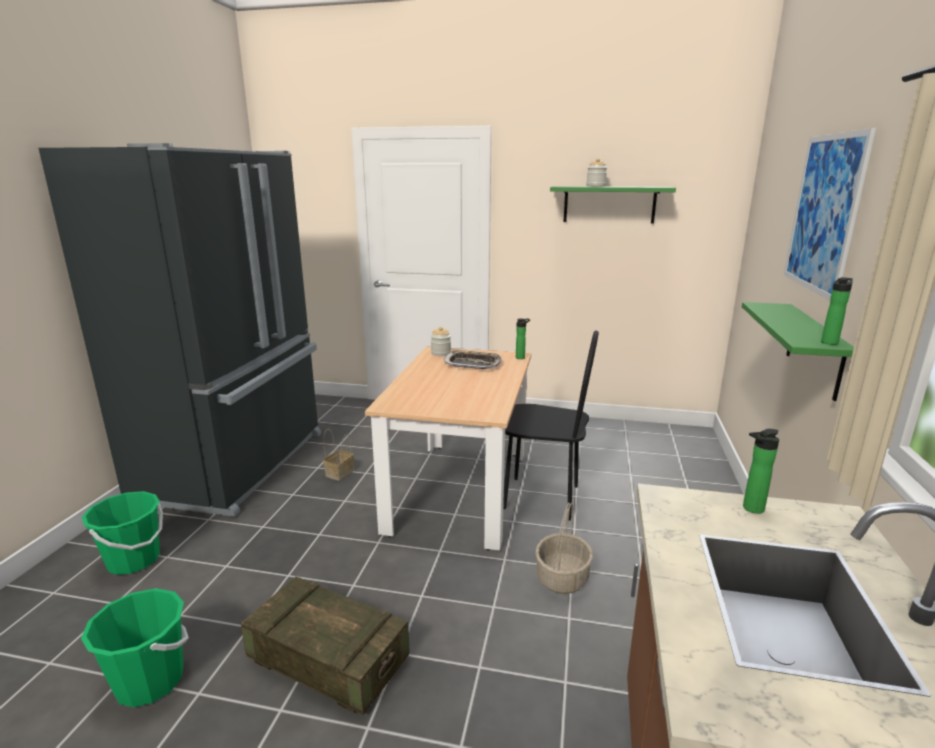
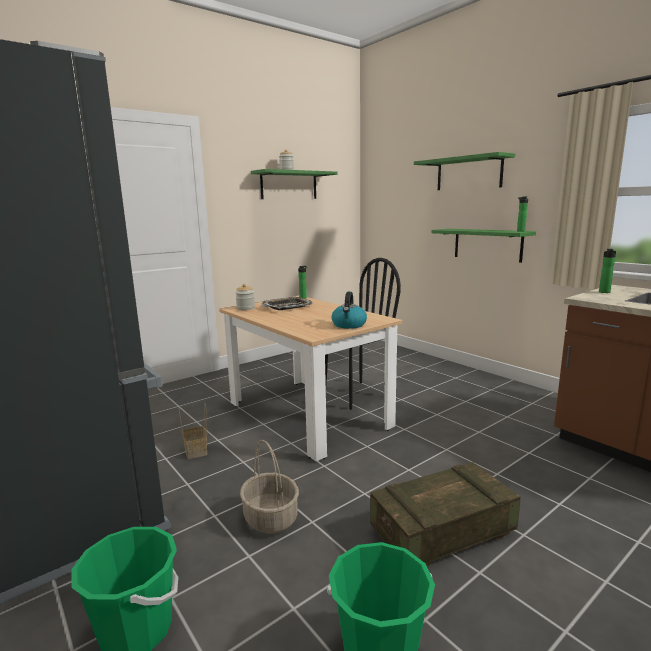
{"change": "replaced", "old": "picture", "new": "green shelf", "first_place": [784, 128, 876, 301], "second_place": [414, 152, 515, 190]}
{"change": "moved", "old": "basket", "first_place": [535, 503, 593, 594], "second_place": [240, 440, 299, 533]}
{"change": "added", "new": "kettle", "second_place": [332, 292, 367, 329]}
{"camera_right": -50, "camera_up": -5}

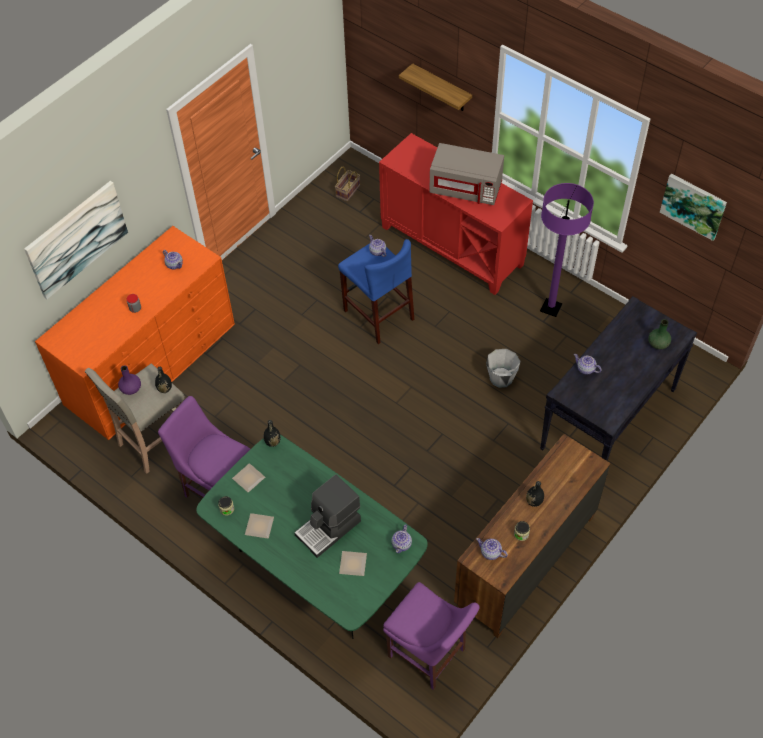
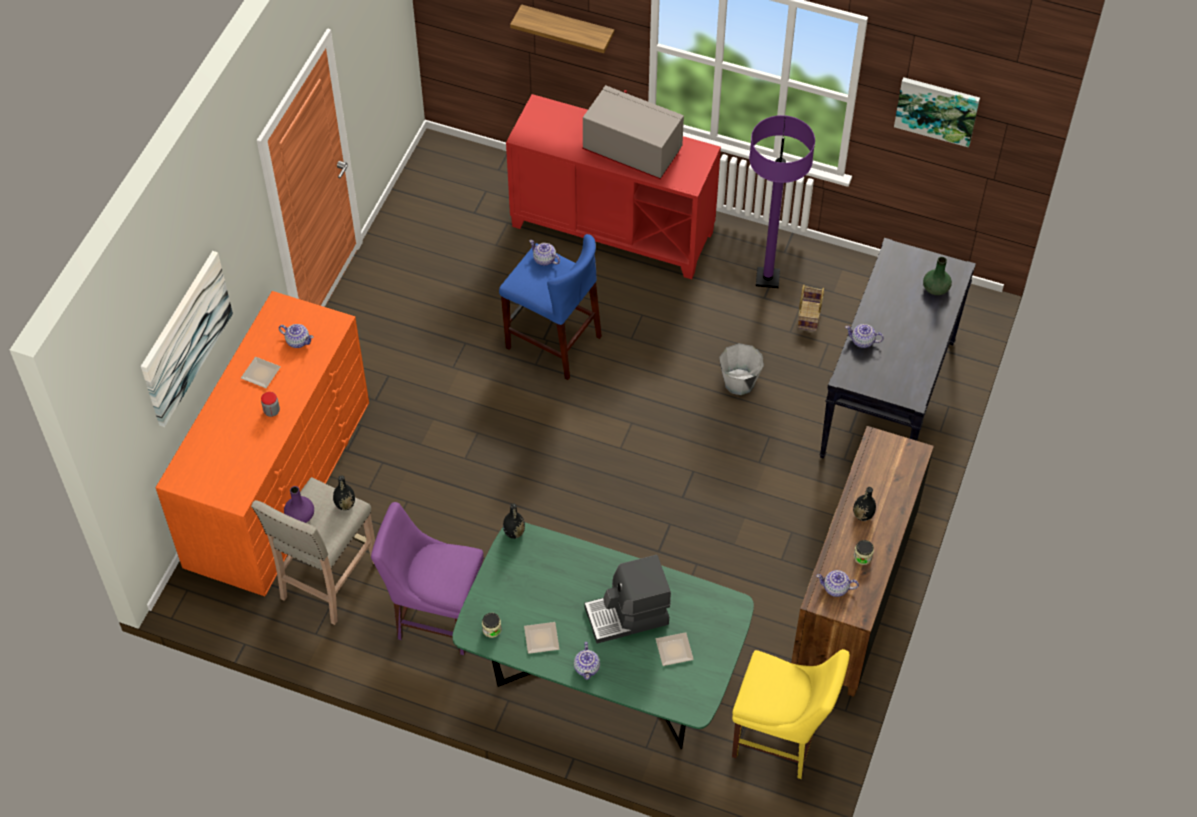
{"change": "turned", "old": "grey microwave", "first_place": [429, 143, 504, 205], "second_place": [582, 85, 684, 179], "degrees": -150}
{"change": "moved", "old": "basket", "first_place": [335, 166, 360, 201], "second_place": [797, 285, 824, 331]}
{"change": "moved", "old": "plate", "first_place": [232, 463, 265, 493], "second_place": [241, 357, 281, 388]}
{"change": "turned", "old": "coffee machine", "first_place": [294, 474, 361, 558], "second_place": [584, 555, 671, 643], "degrees": 45}
{"change": "moved", "old": "teapot", "first_place": [391, 524, 412, 553], "second_place": [574, 642, 600, 680]}
{"change": "recoloured", "old": "purple chair", "new": "yellow chair", "first_place": [383, 582, 480, 690], "second_place": [732, 649, 850, 779]}
{"camera_right": -20, "camera_up": 0}

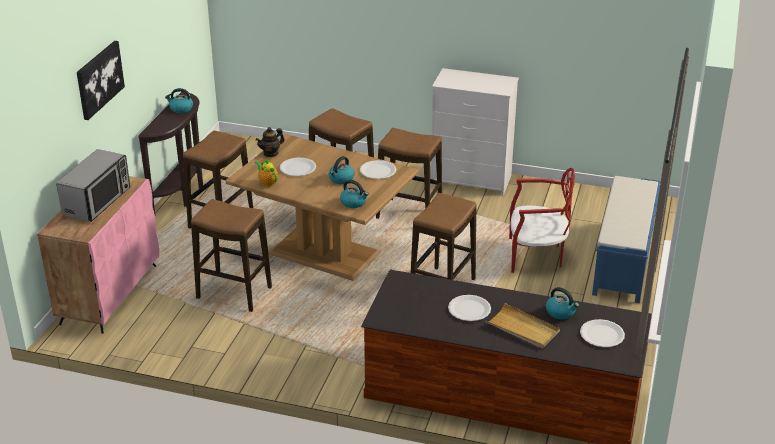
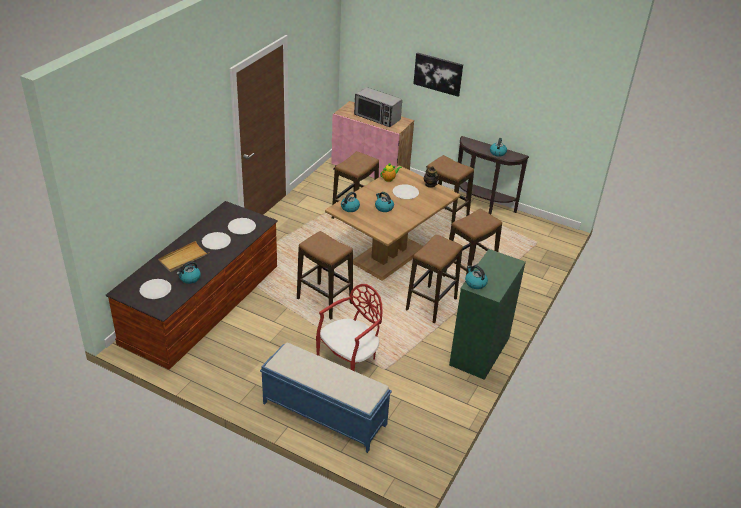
{"change": "recoloured", "old": "white dresser", "new": "green dresser", "first_place": [430, 68, 519, 196], "second_place": [449, 249, 526, 380]}
{"change": "moved", "old": "white plate", "first_place": [360, 160, 396, 179], "second_place": [228, 218, 256, 235]}
{"change": "turned", "old": "red chair", "first_place": [509, 168, 575, 273], "second_place": [316, 284, 382, 371], "degrees": -150}
{"change": "added", "new": "kettle", "second_place": [465, 265, 488, 289]}
{"camera_right": 100, "camera_up": 5}

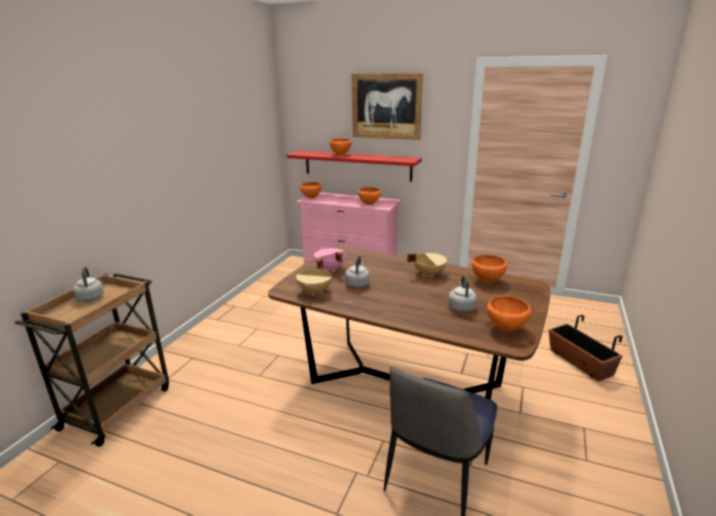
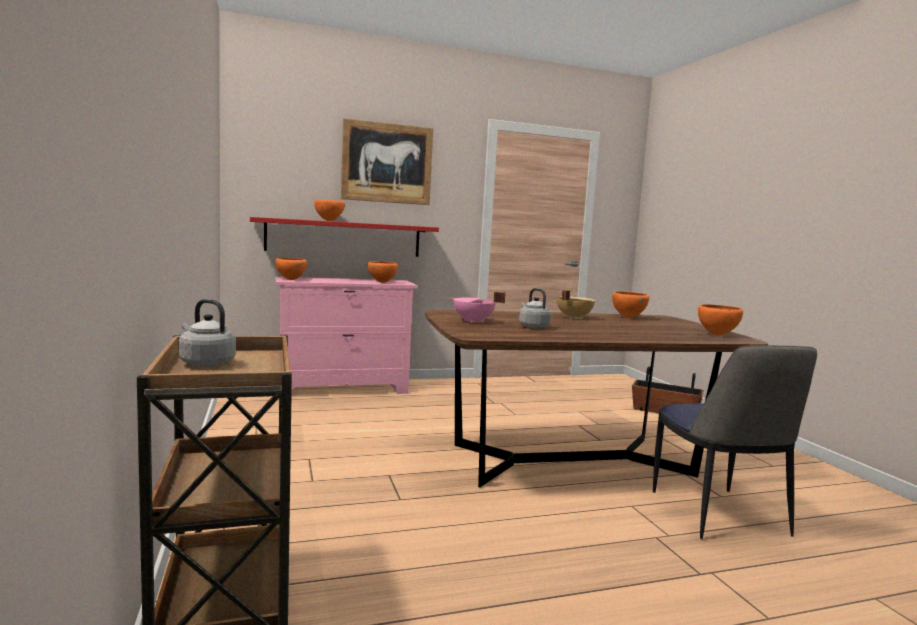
{"change": "removed", "old": "beige cooking pot", "first_place": [296, 258, 332, 296]}
{"change": "removed", "old": "grey kettle", "first_place": [448, 276, 477, 312]}
{"camera_right": -40, "camera_up": -15}

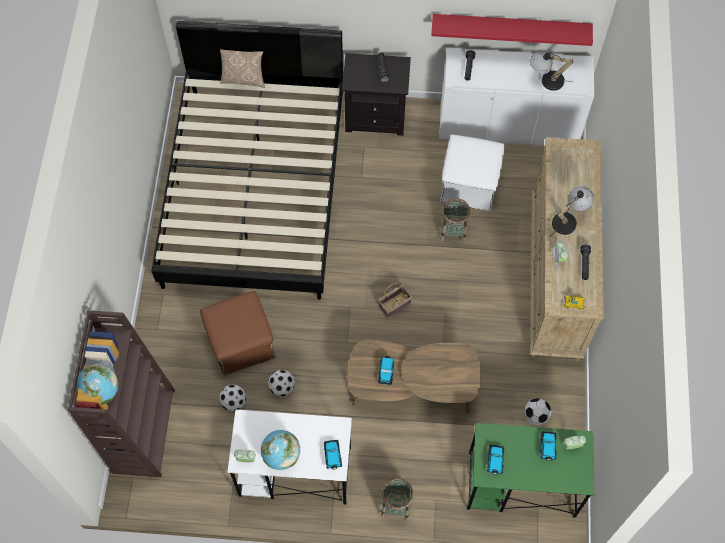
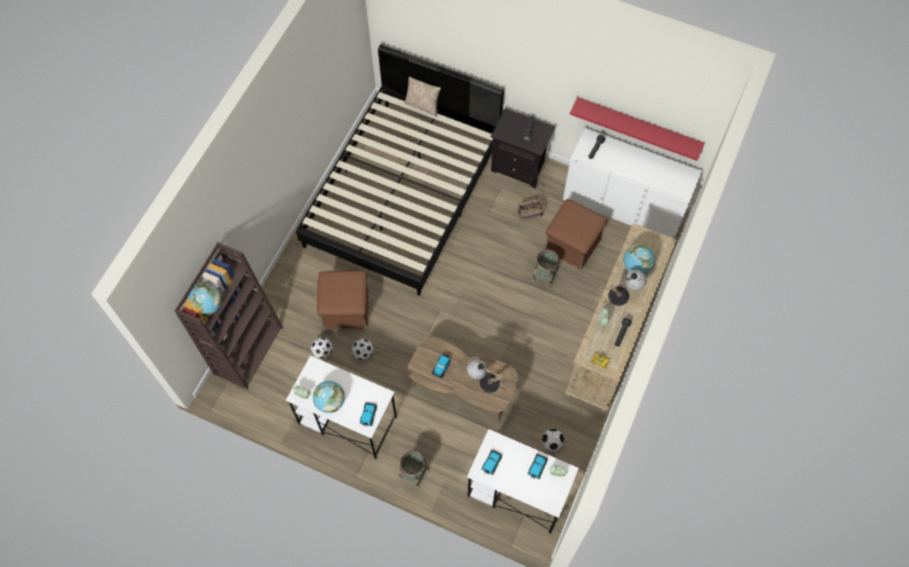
{"change": "moved", "old": "table lamp", "first_place": [530, 52, 573, 91], "second_place": [467, 359, 506, 393]}
{"change": "recoloured", "old": "white ottoman", "new": "brown ottoman", "first_place": [440, 135, 505, 211], "second_place": [544, 199, 607, 270]}
{"change": "moved", "old": "basket", "first_place": [378, 283, 412, 318], "second_place": [518, 194, 544, 221]}
{"change": "recoloured", "old": "green desk", "new": "white desk", "first_place": [467, 423, 594, 518], "second_place": [467, 429, 579, 533]}
{"change": "added", "new": "globe", "second_place": [623, 244, 655, 274]}
{"camera_right": 20, "camera_up": 0}

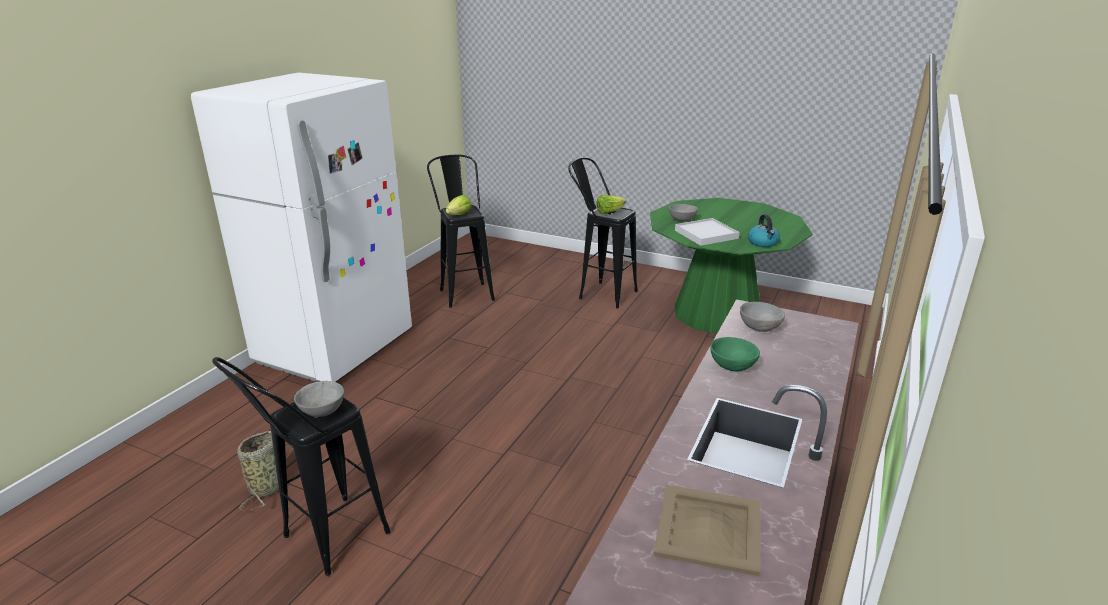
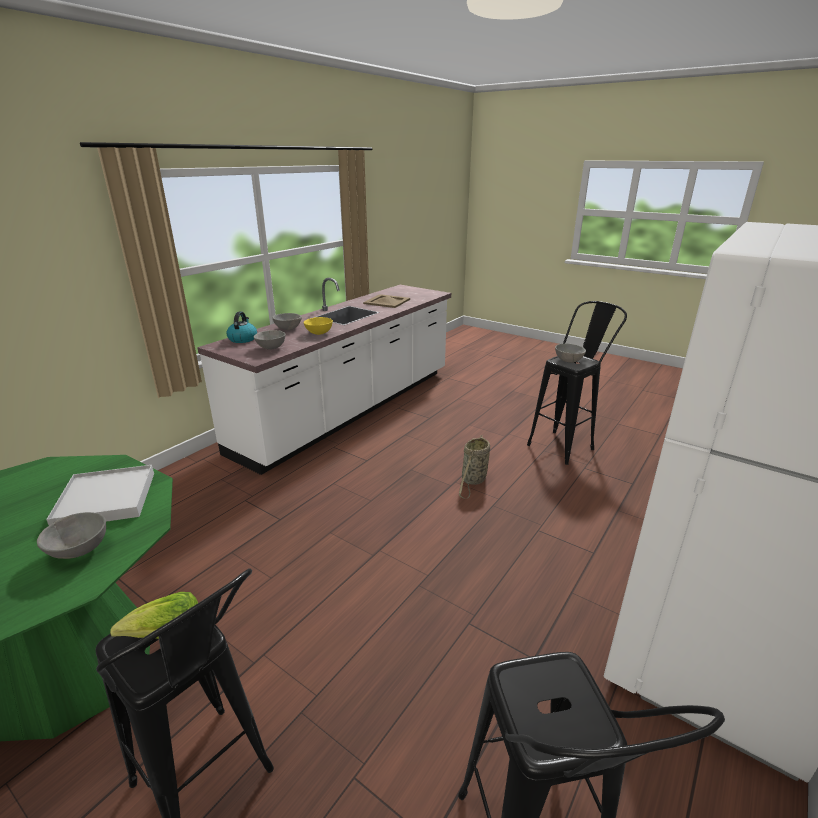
{"change": "removed", "old": "lettuce", "first_place": [446, 195, 472, 215]}
{"change": "moved", "old": "kettle", "first_place": [748, 214, 780, 247], "second_place": [226, 312, 257, 343]}
{"change": "recoloured", "old": "green bowl", "new": "yellow bowl", "first_place": [710, 337, 760, 372], "second_place": [304, 317, 333, 335]}
{"change": "moved", "old": "basket", "first_place": [237, 431, 293, 511], "second_place": [459, 435, 490, 499]}
{"change": "added", "new": "grey bowl", "second_place": [272, 313, 302, 330]}
{"camera_right": -170, "camera_up": 0}

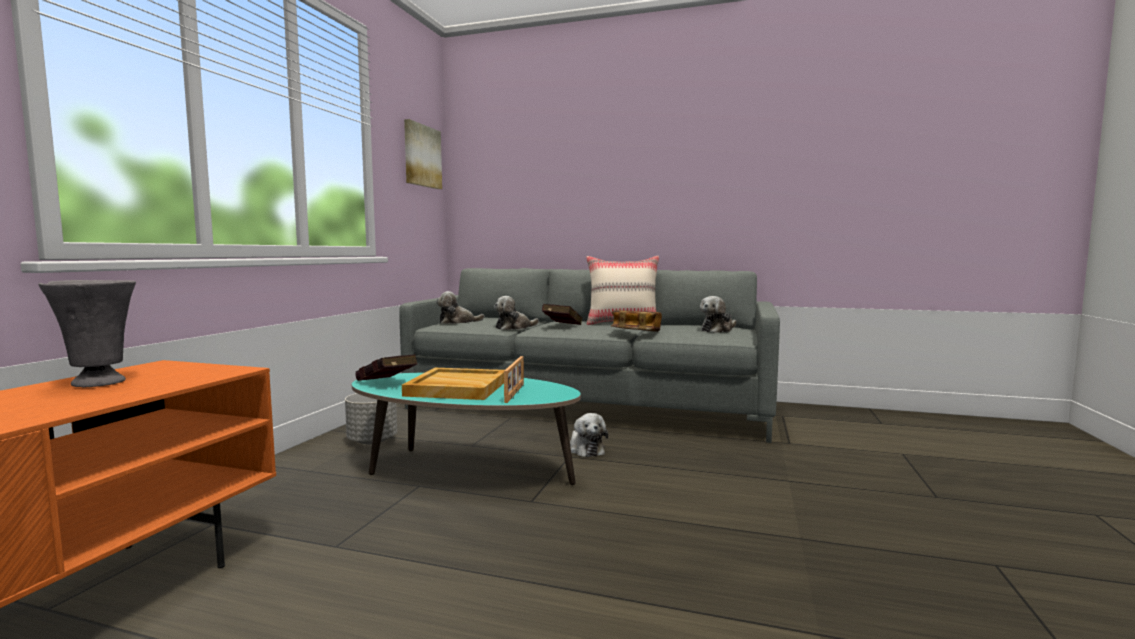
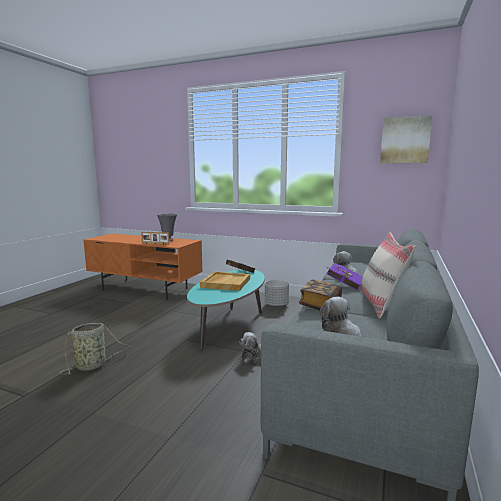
{"change": "removed", "old": "plush toy", "first_place": [436, 291, 485, 324]}
{"change": "recoloured", "old": "red book", "new": "purple book", "first_place": [542, 304, 582, 325], "second_place": [326, 263, 363, 290]}
{"change": "moved", "old": "picture frame", "first_place": [504, 356, 524, 403], "second_place": [141, 232, 170, 245]}
{"change": "added", "new": "basket", "second_place": [60, 323, 131, 374]}
{"camera_right": 95, "camera_up": 5}

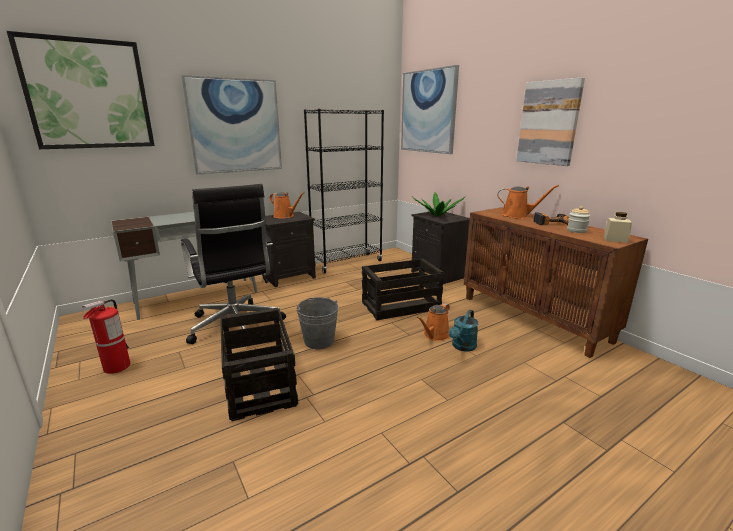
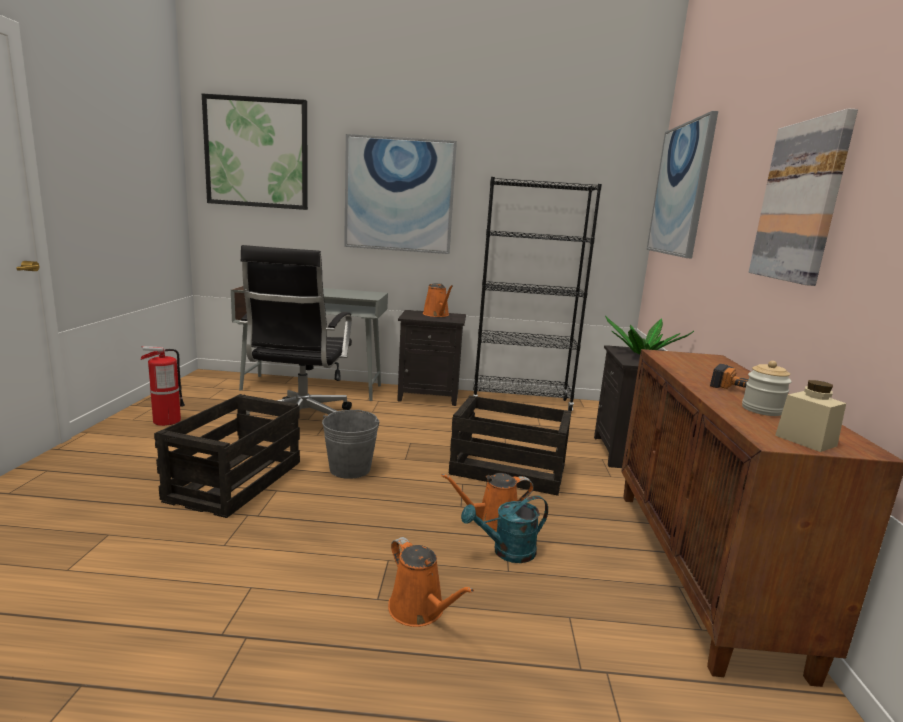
{"change": "moved", "old": "orange watering can", "first_place": [497, 185, 559, 219], "second_place": [388, 537, 474, 627]}
{"camera_right": 35, "camera_up": -5}

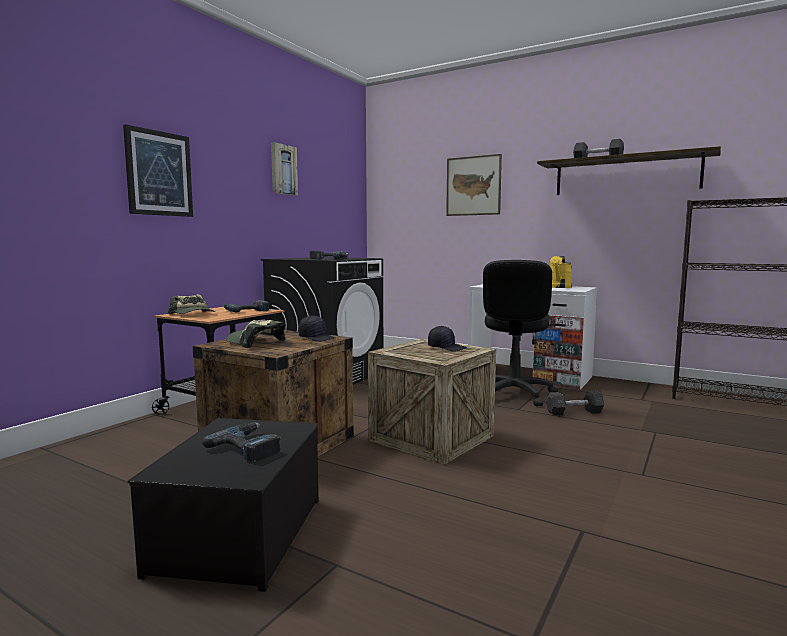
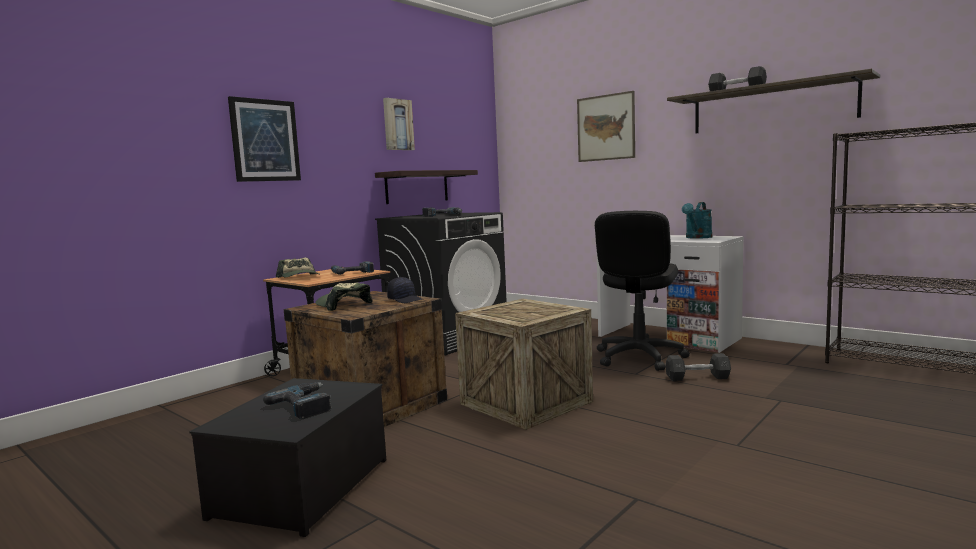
{"change": "recoloured", "old": "yellow watering can", "new": "turquoise watering can", "first_place": [550, 256, 572, 288], "second_place": [682, 202, 712, 239]}
{"change": "removed", "old": "black cap", "first_place": [428, 326, 467, 352]}
{"change": "added", "new": "shelf", "second_place": [375, 170, 478, 204]}
{"camera_right": 10, "camera_up": 0}

